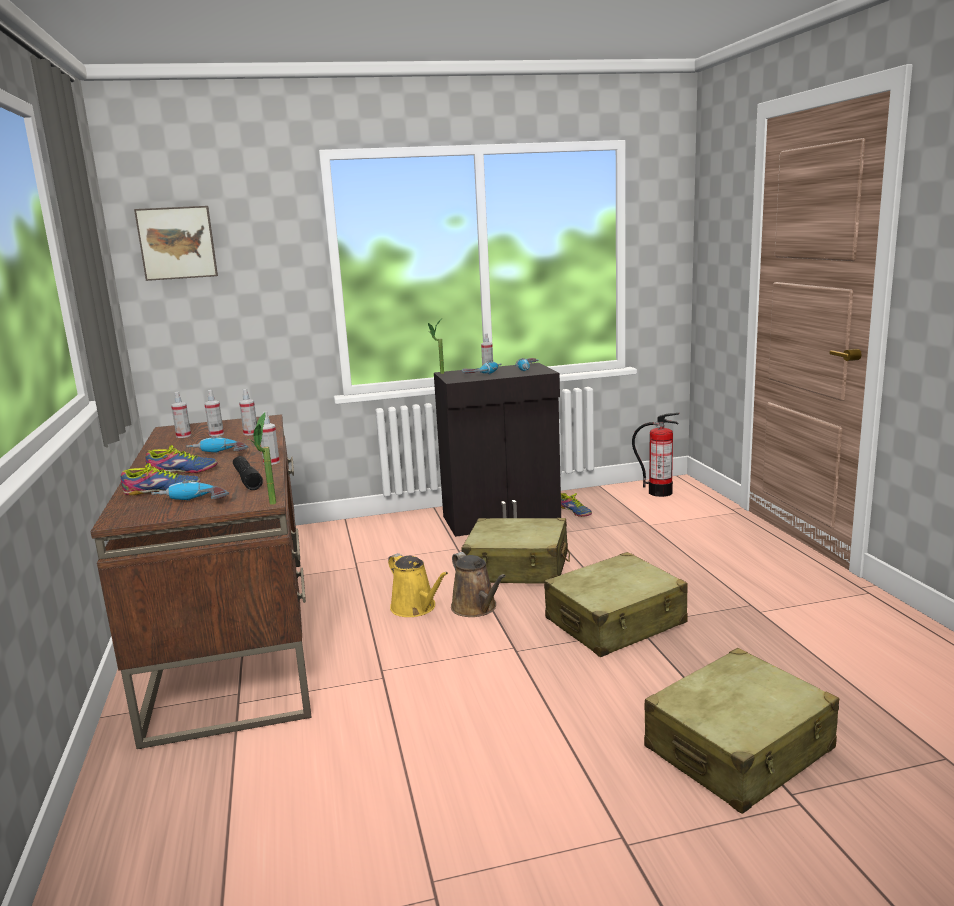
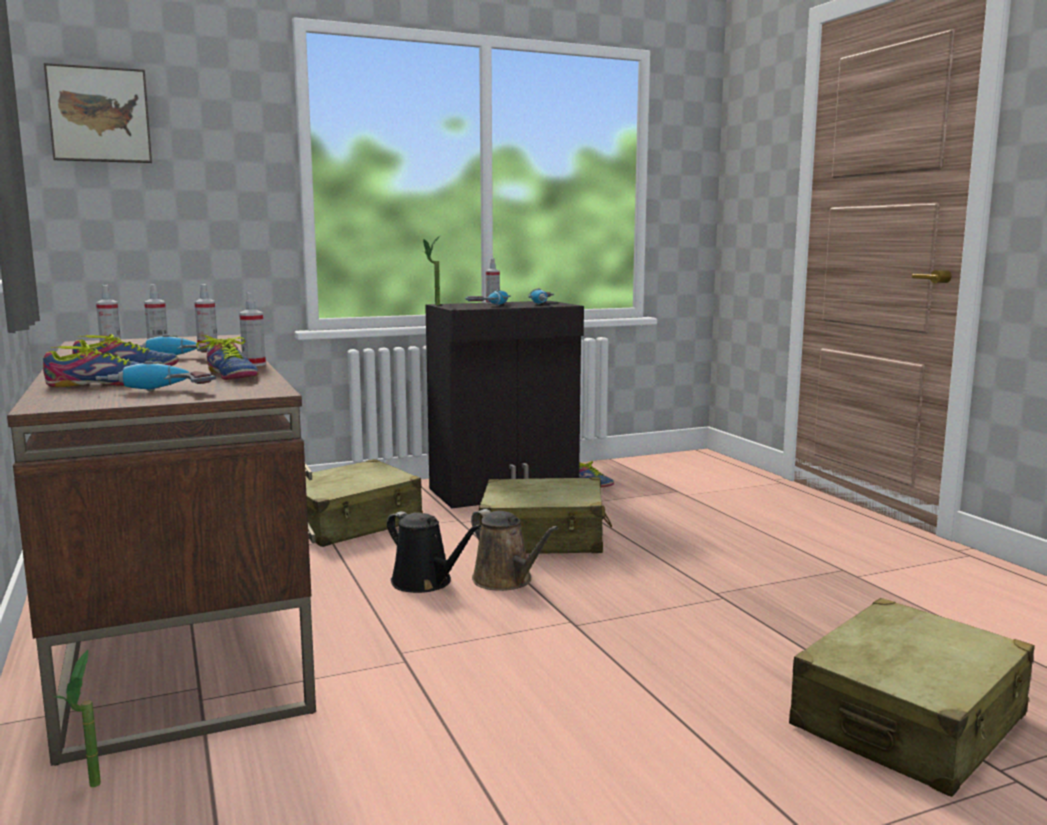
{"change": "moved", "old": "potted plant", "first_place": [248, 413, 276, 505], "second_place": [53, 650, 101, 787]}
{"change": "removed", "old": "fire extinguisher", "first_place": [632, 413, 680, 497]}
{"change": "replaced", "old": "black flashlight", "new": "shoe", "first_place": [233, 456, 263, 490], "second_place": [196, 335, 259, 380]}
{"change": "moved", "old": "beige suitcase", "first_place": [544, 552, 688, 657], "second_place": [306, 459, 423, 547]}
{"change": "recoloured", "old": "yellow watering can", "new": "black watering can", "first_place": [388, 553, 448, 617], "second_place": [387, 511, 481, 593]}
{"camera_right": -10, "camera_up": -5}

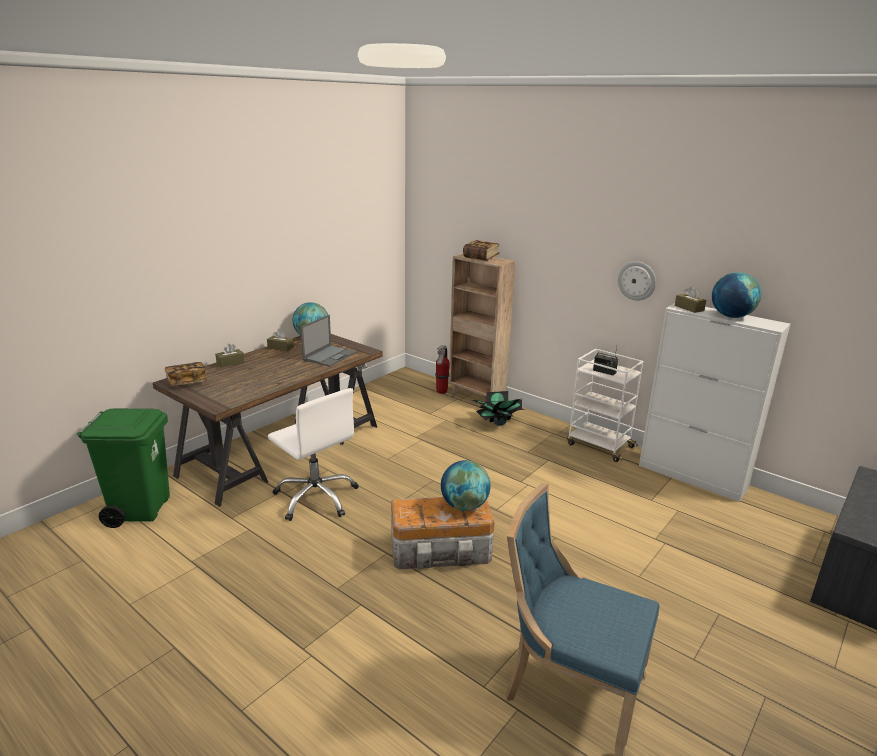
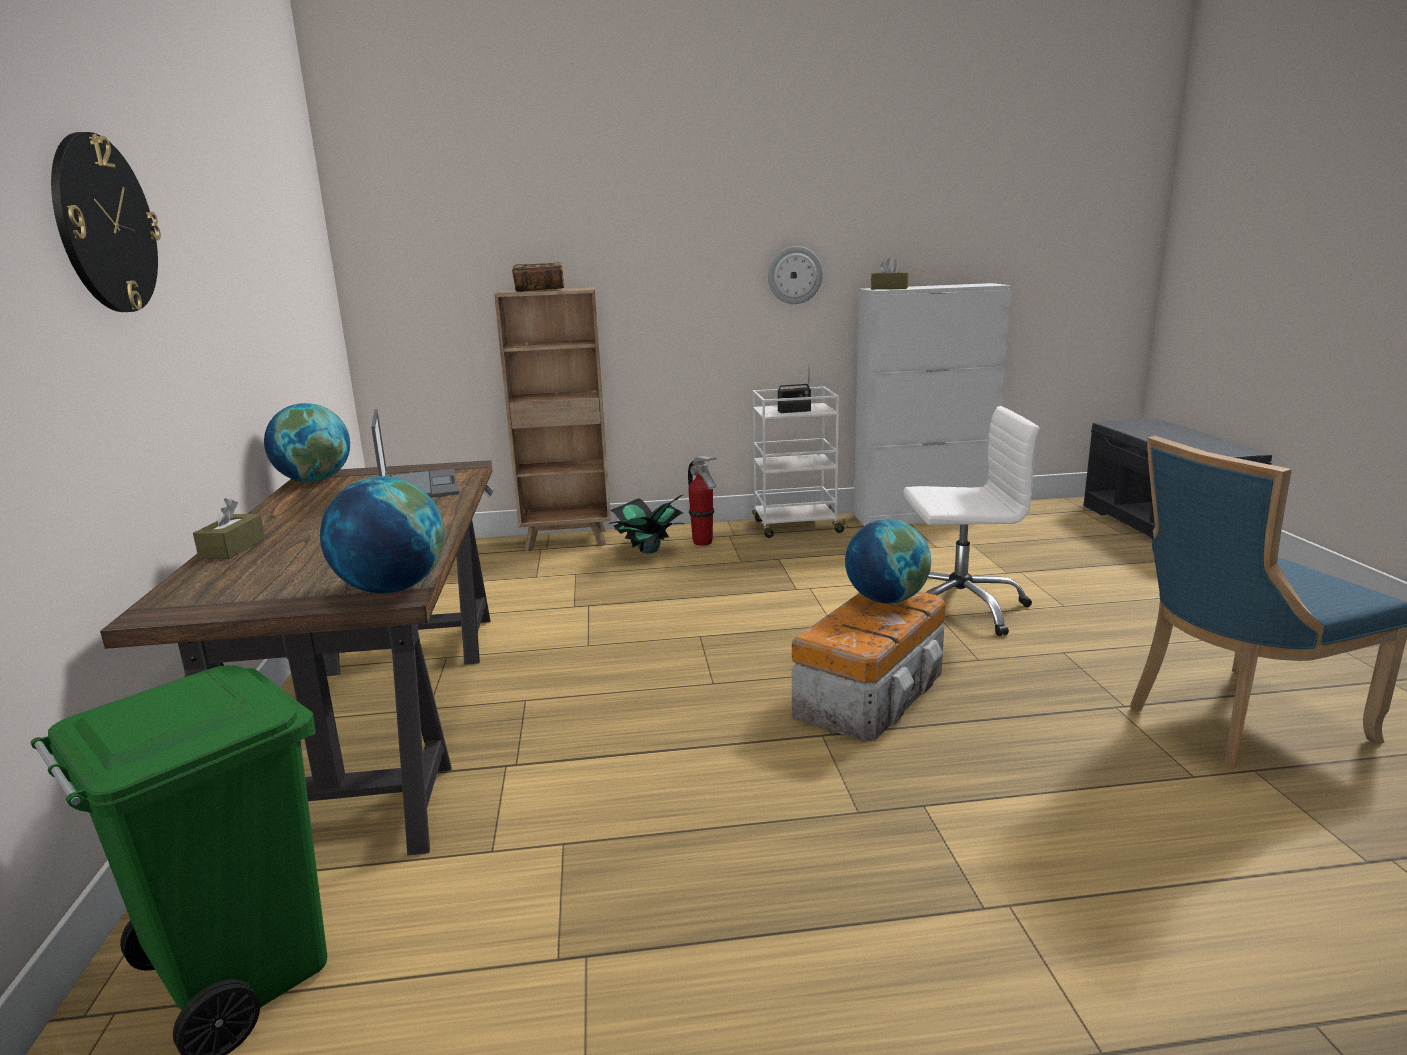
{"change": "moved", "old": "globe", "first_place": [712, 272, 761, 318], "second_place": [320, 476, 445, 593]}
{"change": "removed", "old": "brown tissue box", "first_place": [267, 330, 294, 351]}
{"change": "moved", "old": "fire extinguisher", "first_place": [435, 345, 450, 394], "second_place": [688, 456, 716, 546]}
{"change": "removed", "old": "book", "first_place": [165, 362, 207, 386]}
{"change": "moved", "old": "white office chair", "first_place": [268, 388, 359, 521], "second_place": [904, 406, 1039, 636]}
{"change": "added", "new": "wall clock", "second_place": [51, 132, 161, 312]}
{"camera_right": -45, "camera_up": -5}

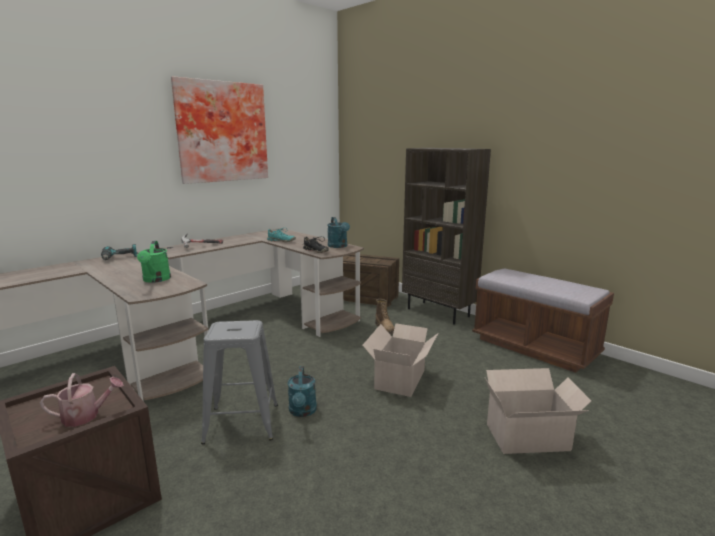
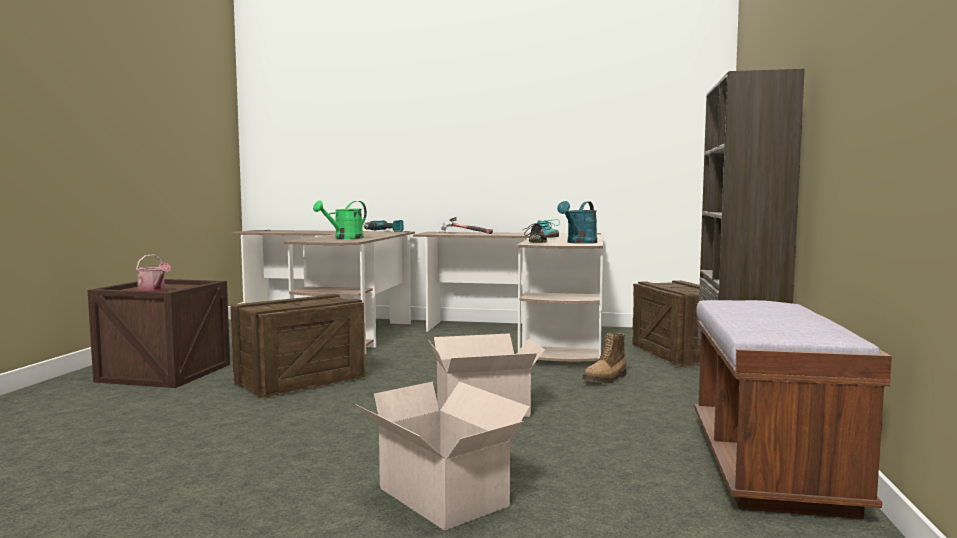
{"change": "removed", "old": "picture", "first_place": [171, 76, 268, 184]}
{"change": "replaced", "old": "grey stool", "new": "crate", "first_place": [201, 320, 278, 444], "second_place": [230, 294, 365, 398]}
{"change": "removed", "old": "turquoise watering can", "first_place": [288, 366, 317, 417]}
{"camera_right": 55, "camera_up": -10}

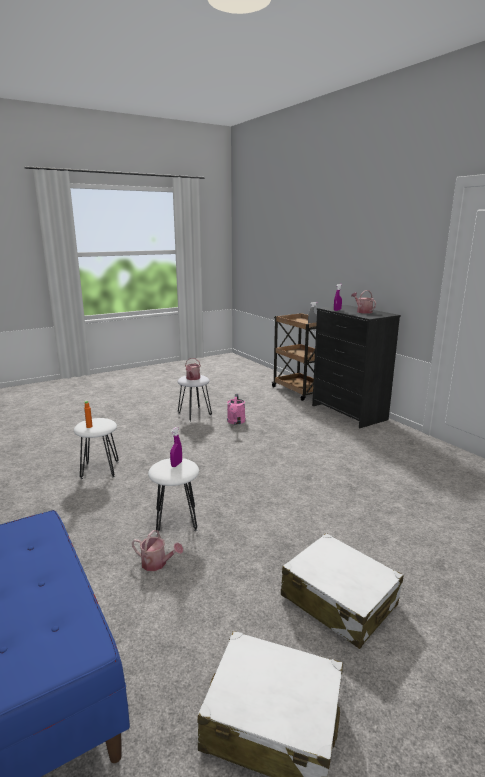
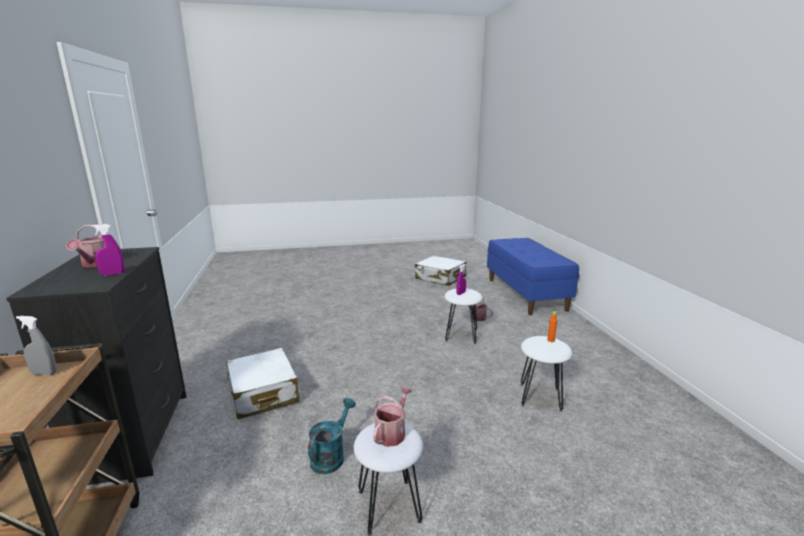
{"change": "recoloured", "old": "pink watering can", "new": "turquoise watering can", "first_place": [227, 394, 245, 424], "second_place": [308, 398, 356, 474]}
{"change": "moved", "old": "white suitcase", "first_place": [281, 533, 403, 649], "second_place": [226, 348, 300, 419]}
{"camera_right": -160, "camera_up": 0}

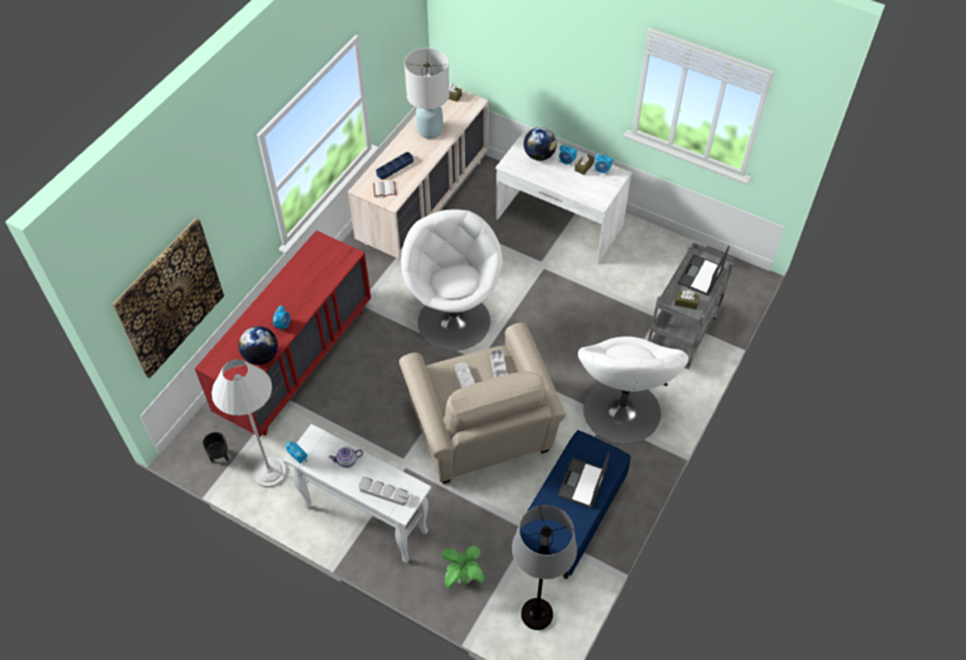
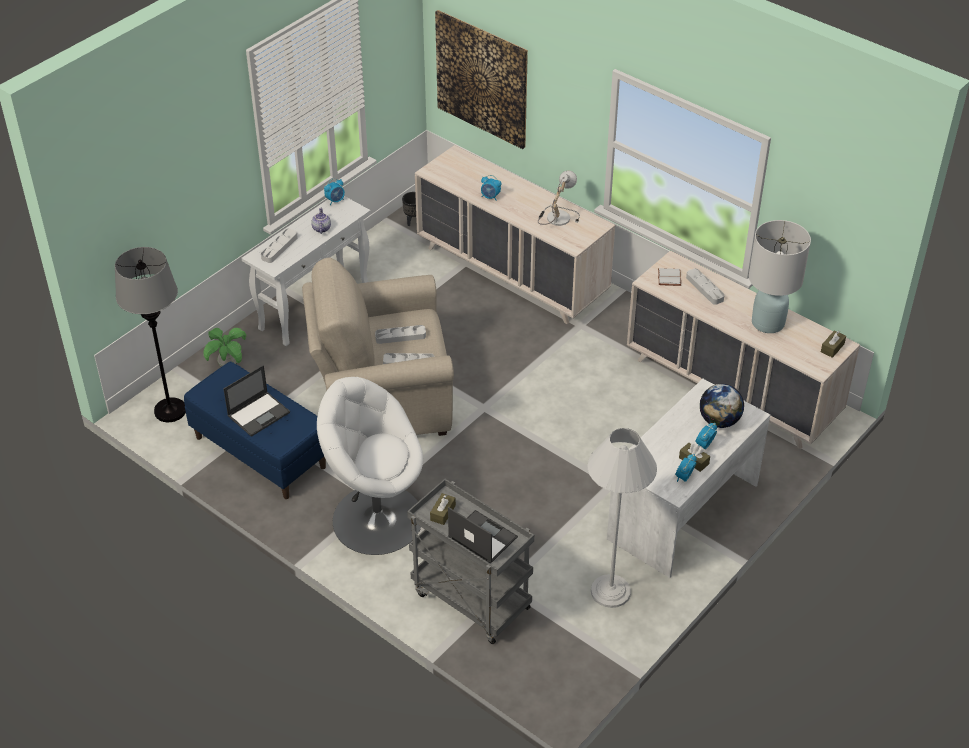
{"change": "recoloured", "old": "blue tray", "new": "grey tray", "first_place": [376, 152, 414, 180], "second_place": [686, 268, 725, 305]}
{"change": "removed", "old": "white armchair", "first_place": [401, 209, 503, 351]}
{"change": "recoloured", "old": "red dresser", "new": "beige dresser", "first_place": [195, 230, 371, 437], "second_place": [415, 145, 615, 324]}
{"change": "removed", "old": "globe", "first_place": [238, 326, 278, 365]}
{"change": "moved", "old": "white floor lamp", "first_place": [212, 359, 287, 487], "second_place": [587, 428, 657, 608]}
{"change": "turned", "old": "laptop", "first_place": [558, 452, 610, 508], "second_place": [224, 365, 290, 437], "degrees": 105}
{"change": "added", "new": "table lamp", "second_place": [538, 170, 580, 226]}
{"camera_right": 100, "camera_up": -10}

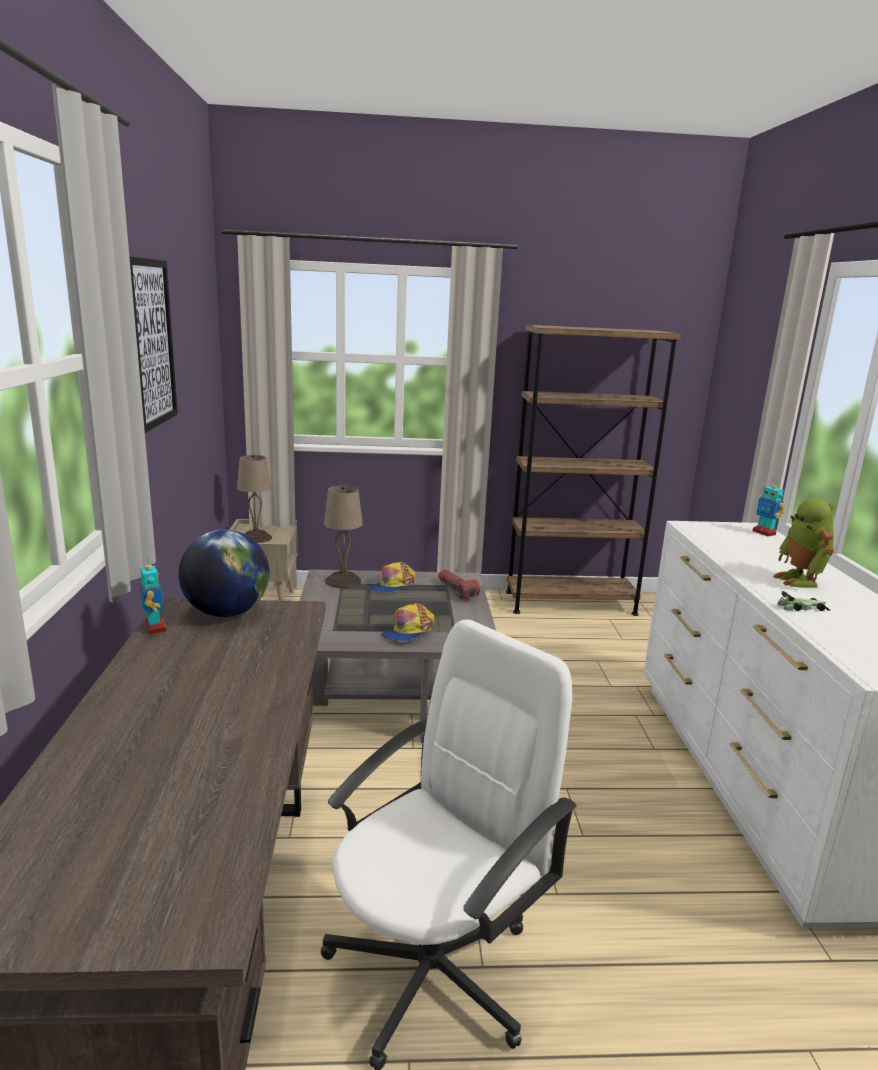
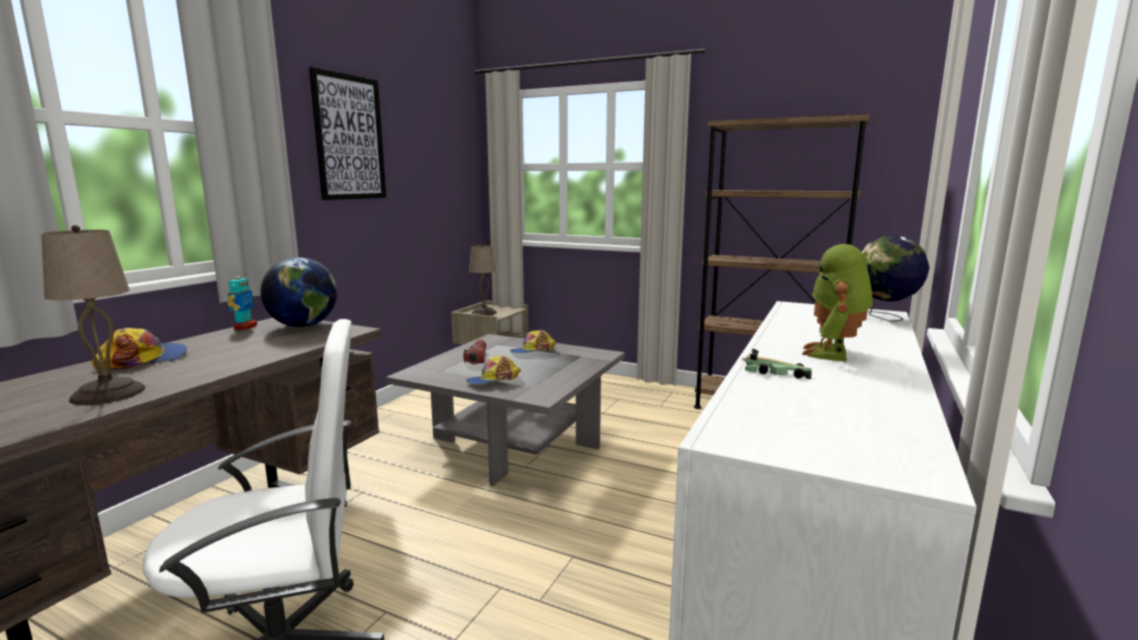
{"change": "replaced", "old": "toy robot", "new": "globe", "first_place": [753, 479, 785, 536], "second_place": [862, 236, 930, 322]}
{"change": "moved", "old": "beige table lamp", "first_place": [324, 486, 363, 588], "second_place": [41, 225, 145, 405]}
{"change": "moved", "old": "flashlight", "first_place": [438, 569, 480, 599], "second_place": [463, 340, 486, 364]}
{"change": "added", "new": "cap", "second_place": [92, 328, 187, 370]}
{"camera_right": 30, "camera_up": -5}

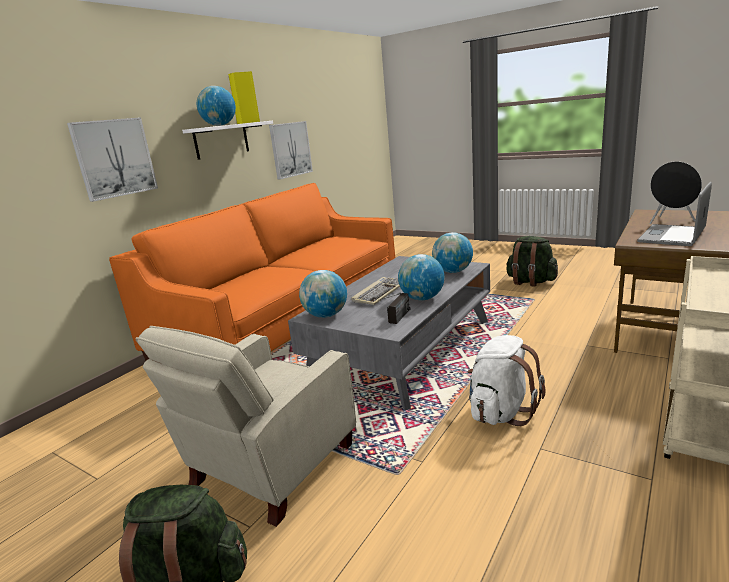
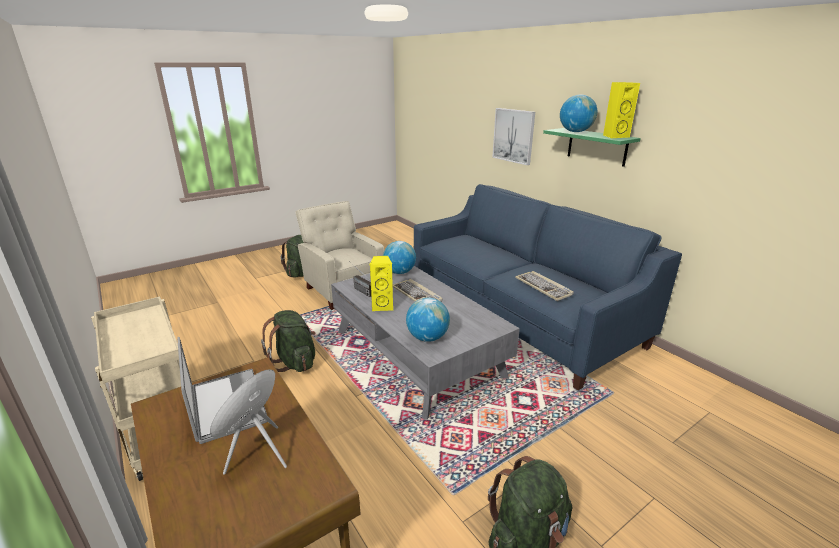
{"change": "recoloured", "old": "white shelf", "new": "green shelf", "first_place": [182, 121, 273, 160], "second_place": [543, 128, 641, 167]}
{"change": "removed", "old": "picture", "first_place": [269, 121, 313, 179]}
{"change": "recoloured", "old": "orange sofa", "new": "blue sofa", "first_place": [109, 183, 395, 361], "second_place": [414, 184, 682, 390]}
{"change": "replaced", "old": "globe", "new": "yellow speaker", "first_place": [398, 254, 445, 300], "second_place": [370, 256, 393, 311]}
{"change": "recoloured", "old": "white backpack", "new": "green backpack", "first_place": [467, 335, 546, 426], "second_place": [261, 310, 316, 372]}
{"change": "added", "new": "keyboard", "second_place": [515, 271, 574, 301]}
{"camera_right": 110, "camera_up": 5}

